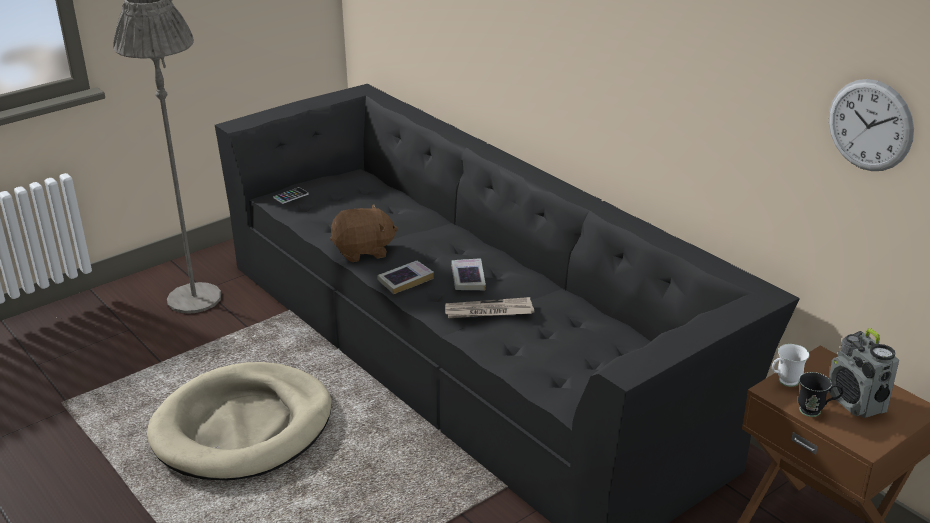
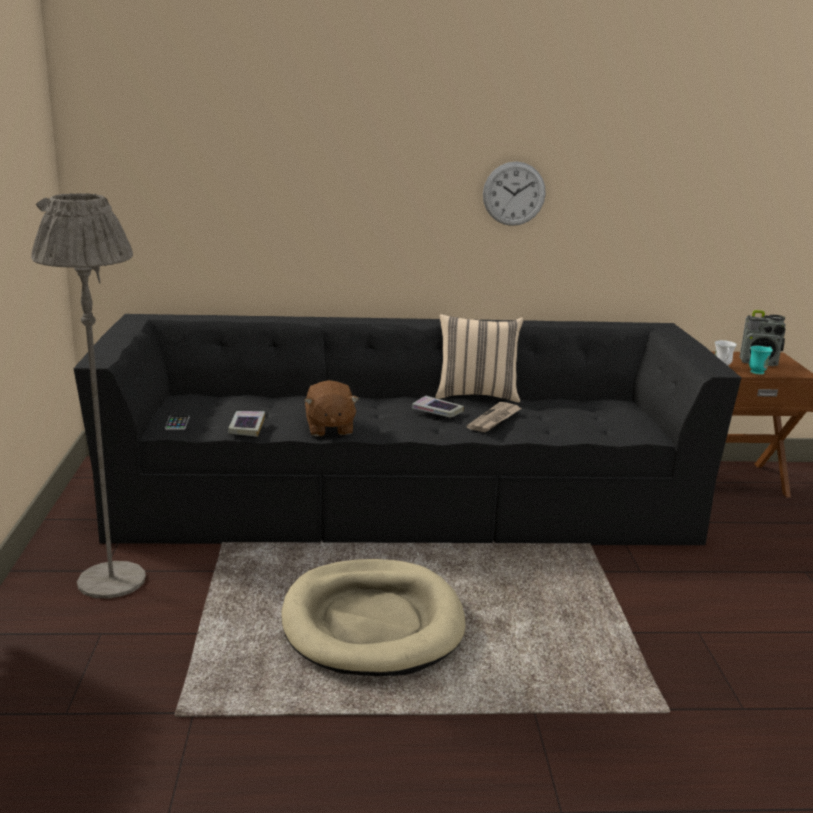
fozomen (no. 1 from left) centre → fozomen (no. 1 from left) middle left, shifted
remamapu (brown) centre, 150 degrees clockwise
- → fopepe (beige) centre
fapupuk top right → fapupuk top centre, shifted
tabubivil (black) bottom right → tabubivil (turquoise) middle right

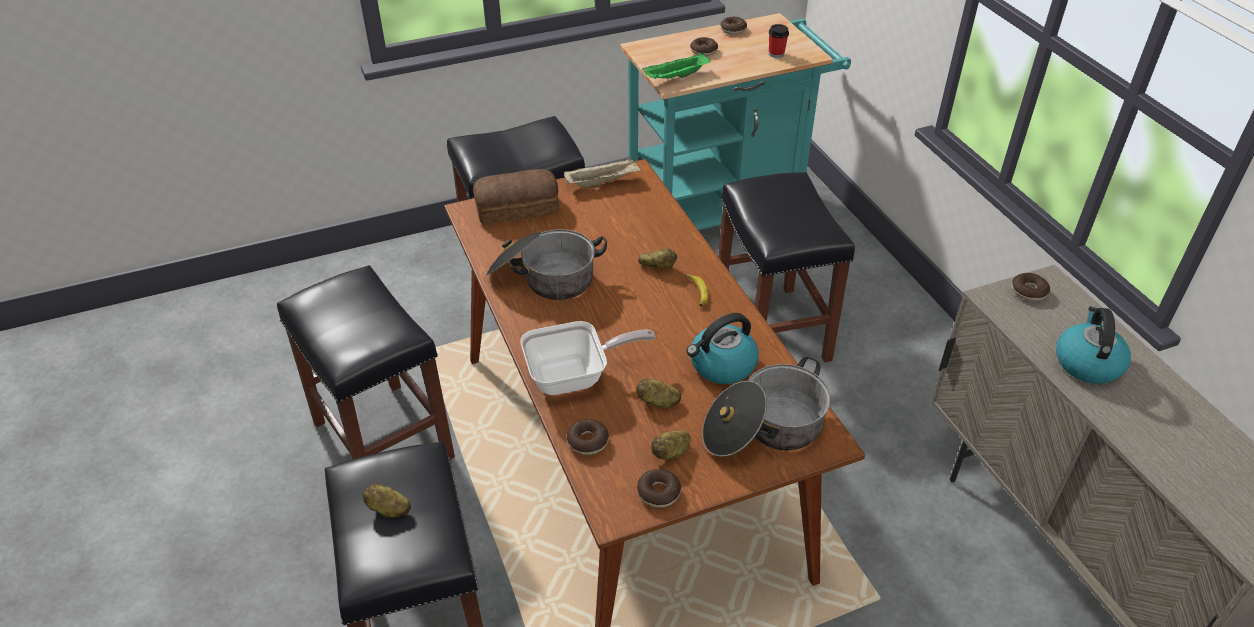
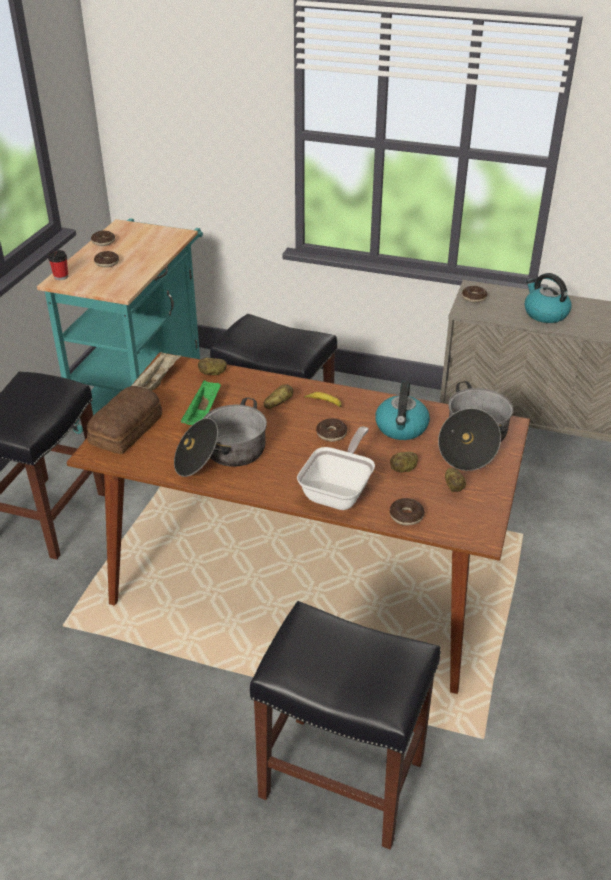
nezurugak top centre → nezurugak top left, shifted
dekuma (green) top centre → dekuma (green) middle left, shifted
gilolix (no. 1 from left) bottom left → gilolix (no. 1 from left) centre, shifted
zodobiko (no. 2 from left in the first image) bottom centre → zodobiko (no. 3 from left) centre, shifted
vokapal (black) (no. 1 from left) middle left → -

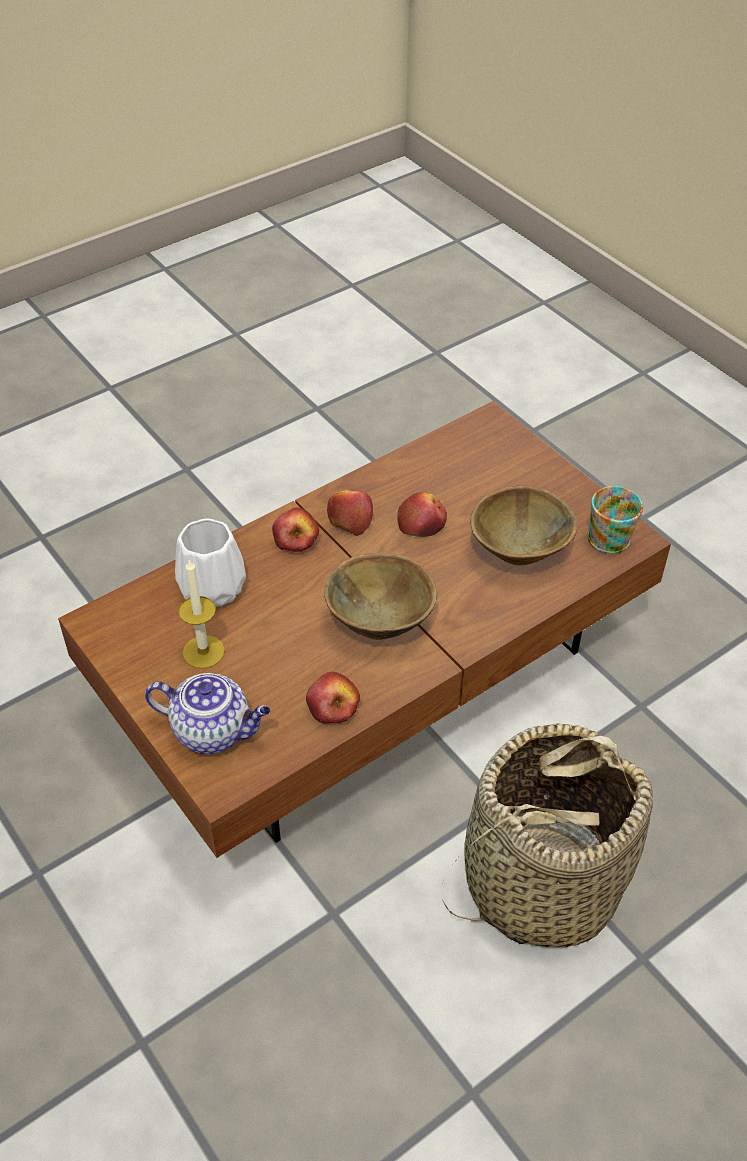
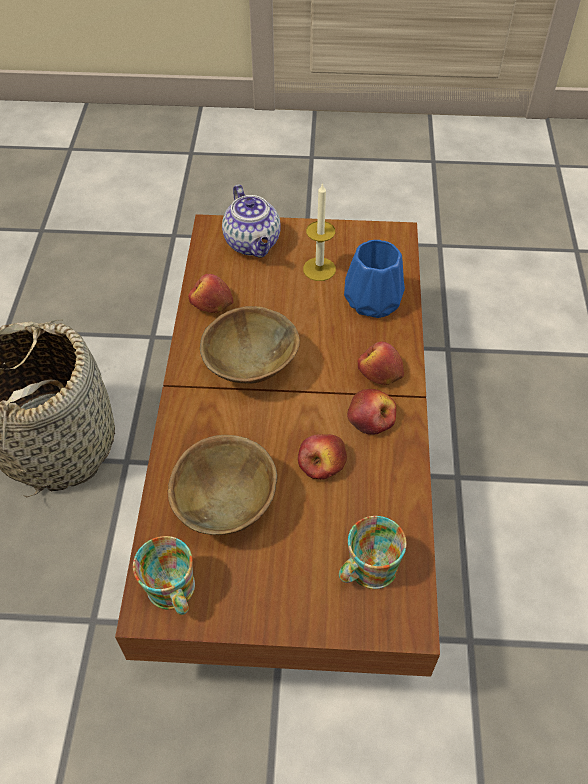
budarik middle left → budarik top centre, 75 degrees counterclockwise
- → tabubivil (no. 2 from left) bottom centre
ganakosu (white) middle left → ganakosu (blue) centre

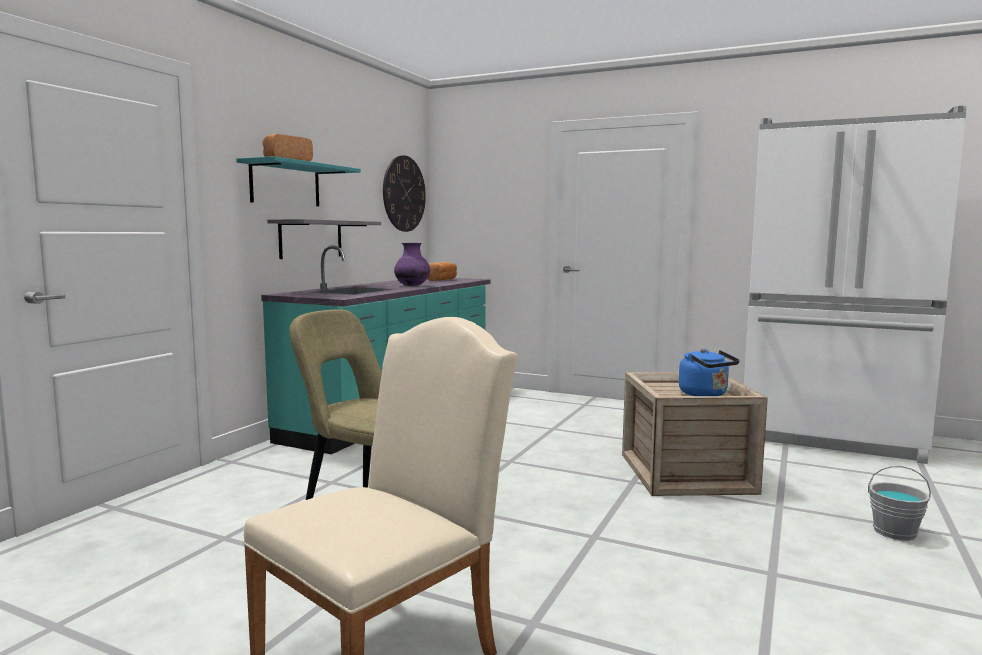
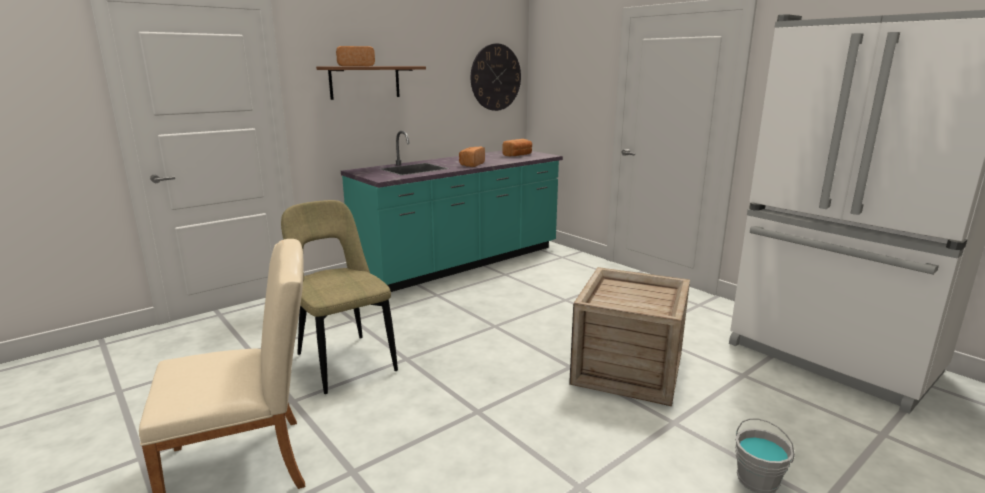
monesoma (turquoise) top left → monesoma (brown) top centre
ganakosu (purple) centre → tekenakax (no. 2 from left) top centre
monesoma (grey) middle left → -
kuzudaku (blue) middle right → -

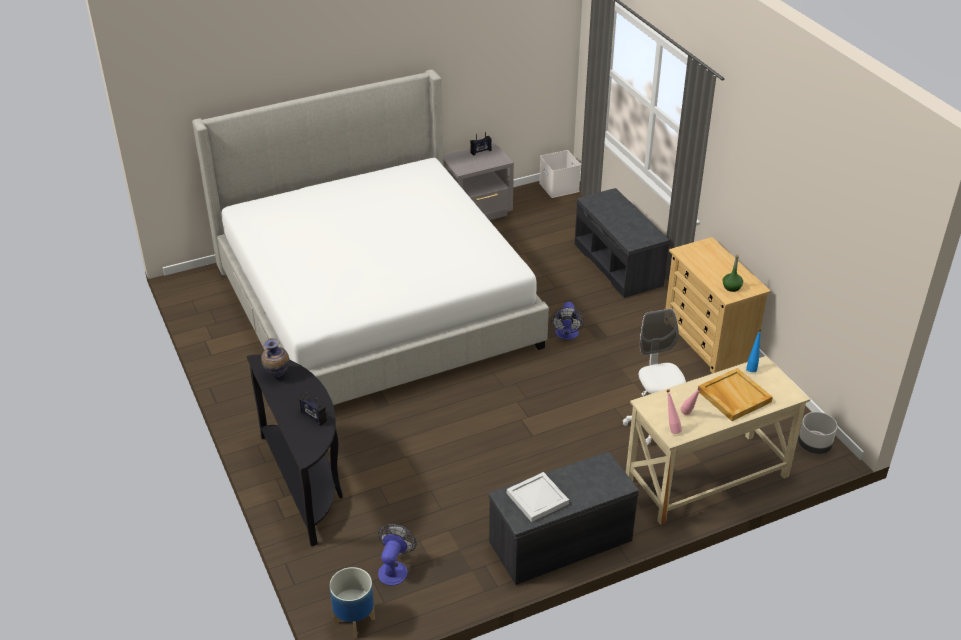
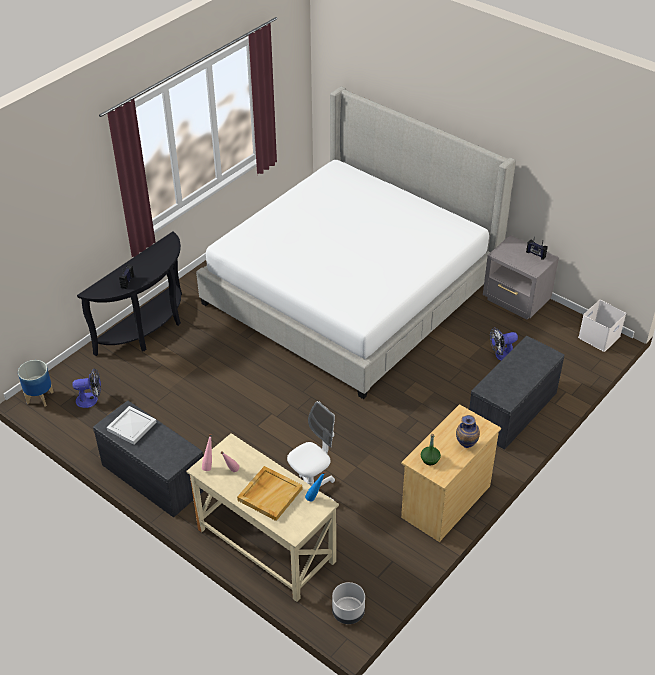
ganakosu middle left → ganakosu middle right, shifted
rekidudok (no. 2 from left) centre → rekidudok (no. 2 from left) middle right, shifted

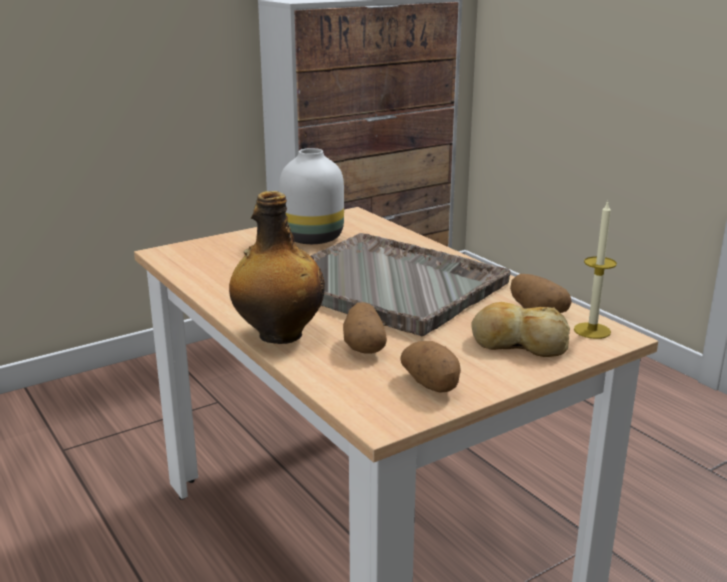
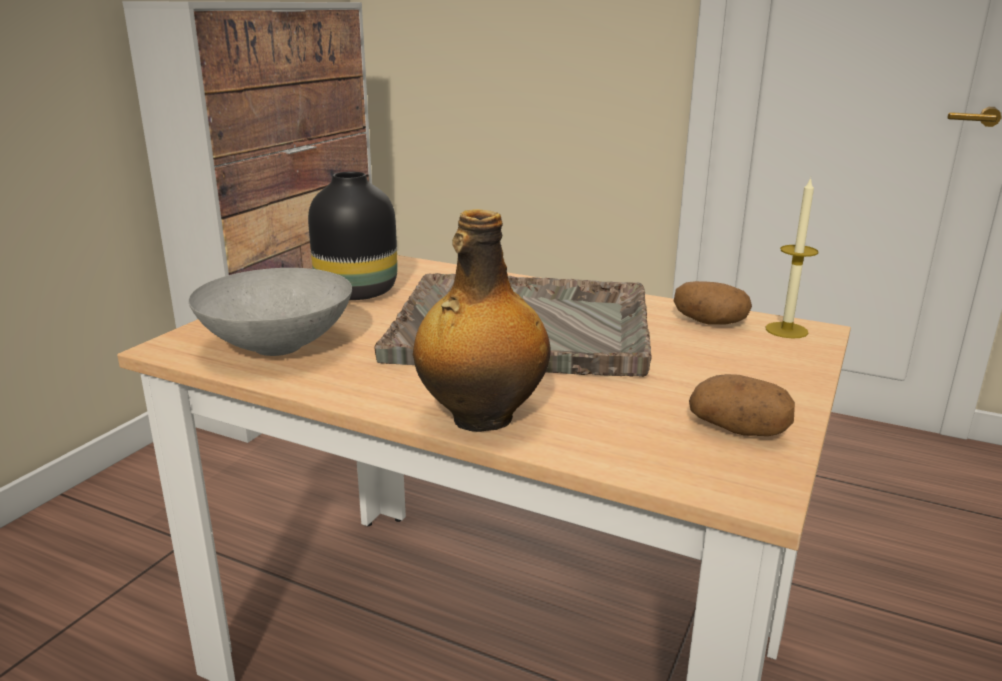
- → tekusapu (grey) middle left
ganakosu (white) centre → ganakosu (black) centre
gilolix (no. 1 from left) centre → -
tekenakax middle right → -

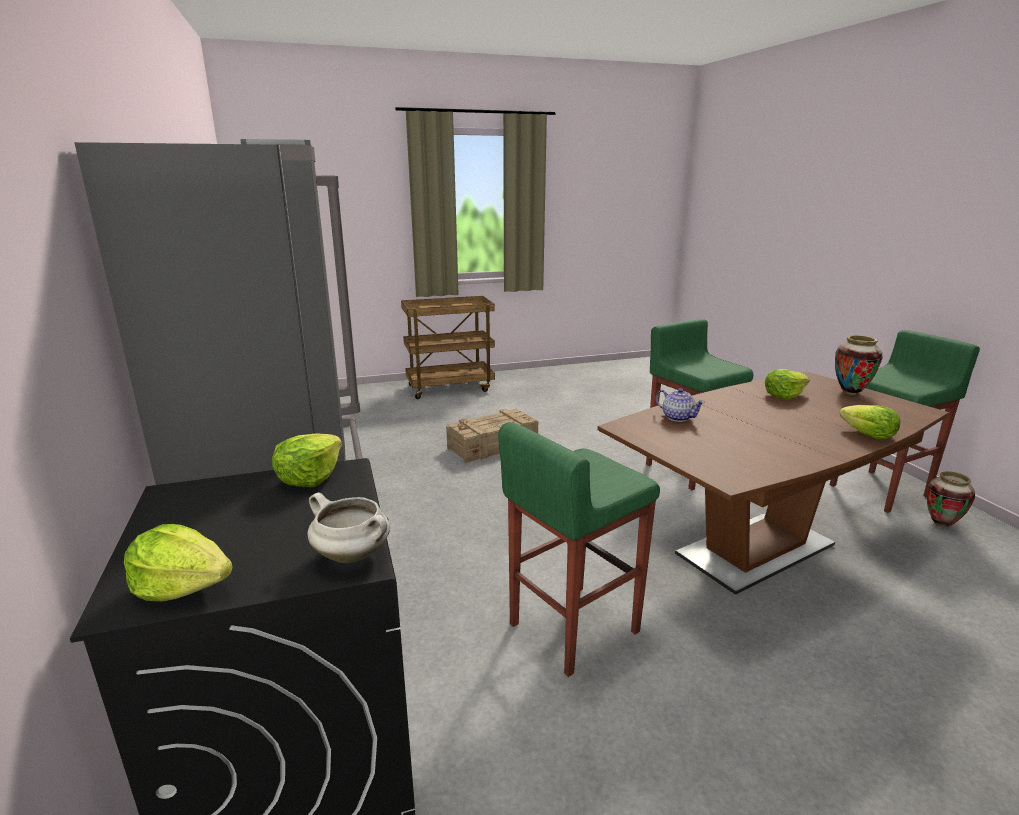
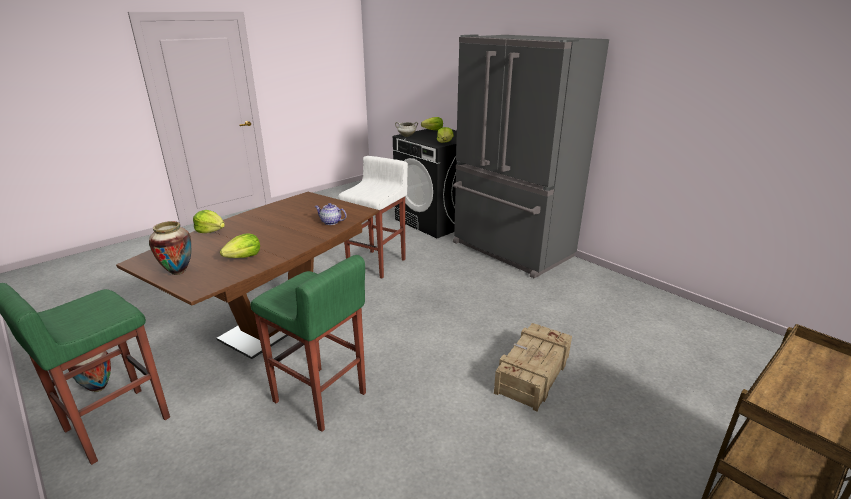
vokapal (green) (no. 1 from left) bottom centre → vokapal (white) centre

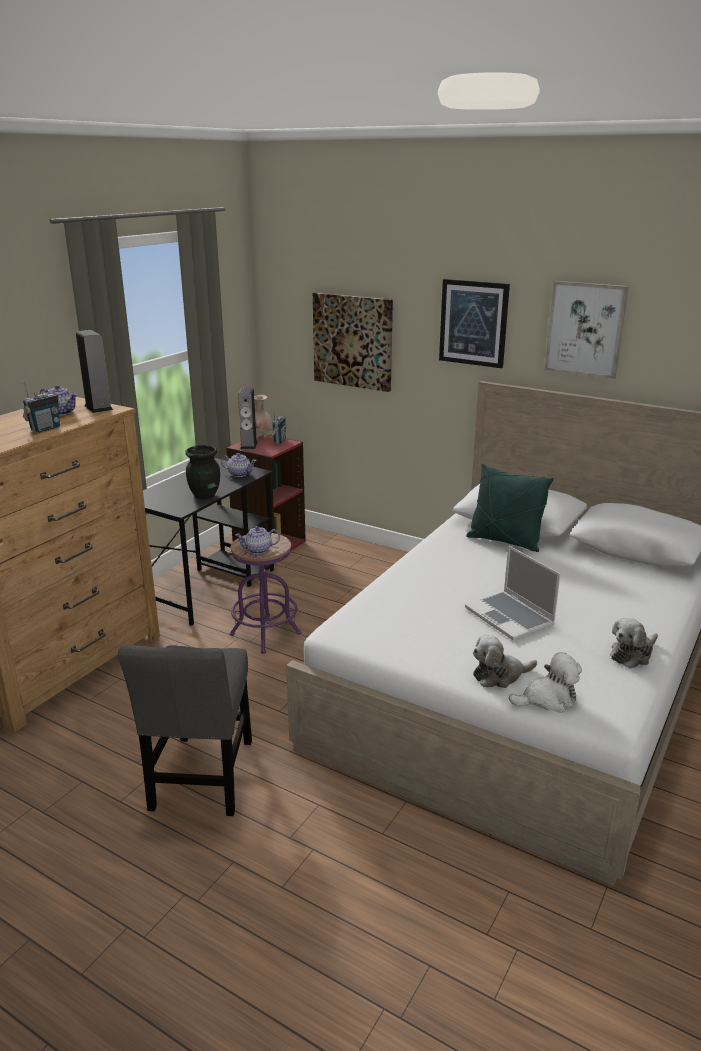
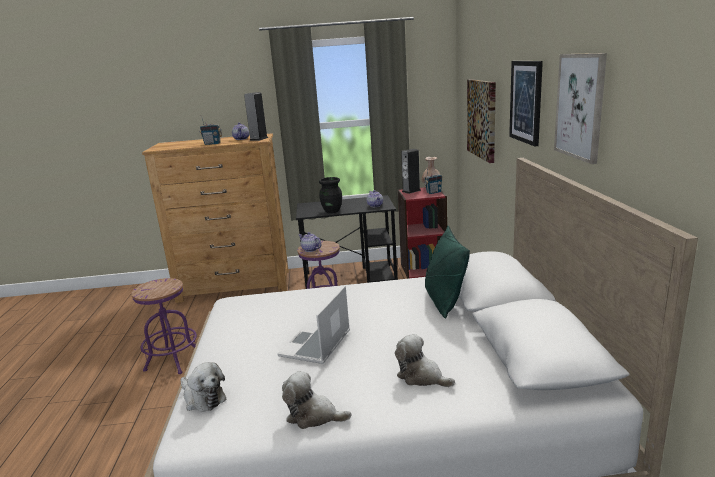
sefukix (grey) bottom left → vokapal (purple) (no. 1 from left) bottom left
remamapu (no. 1 from left in the first image) middle right → remamapu (no. 3 from left) bottom centre, shifted

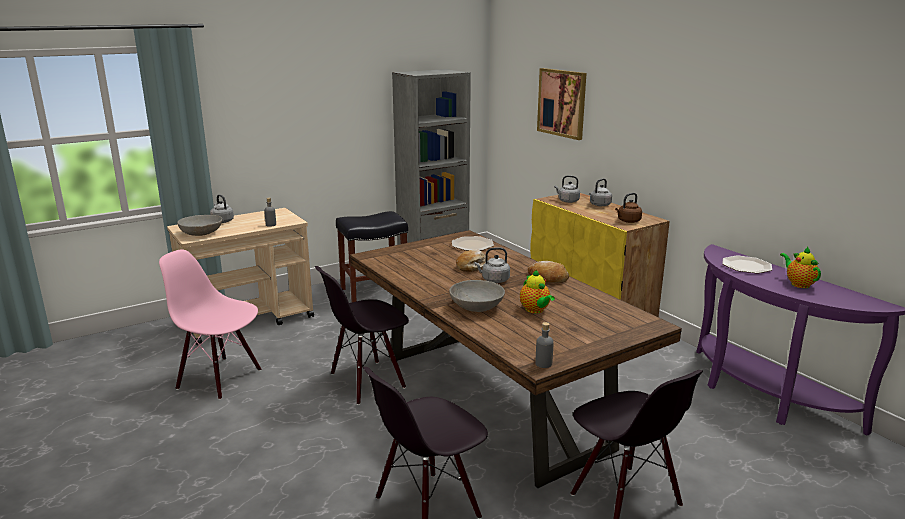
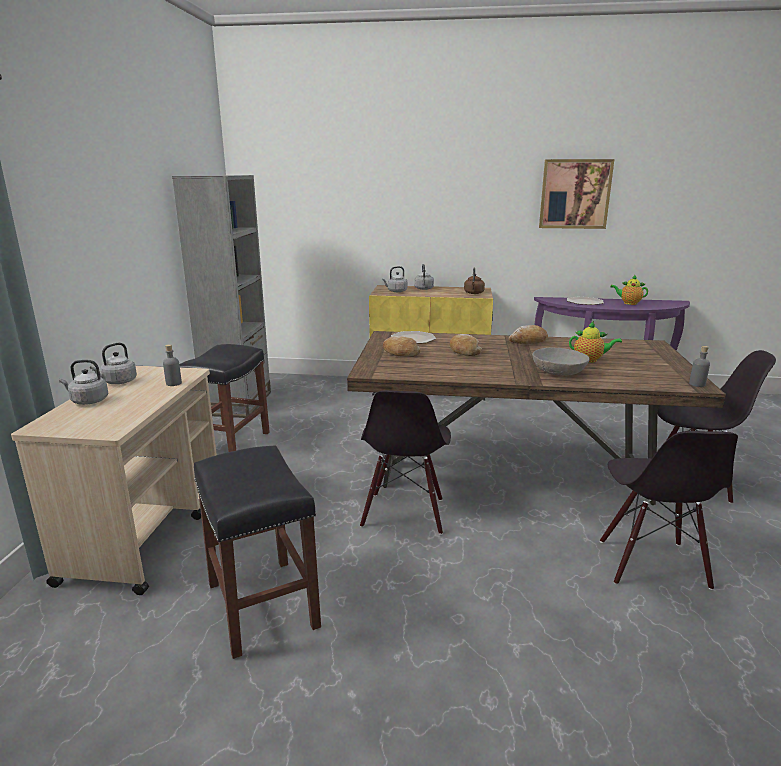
kuzudaku (grey) (no. 2 from left) centre → kuzudaku (grey) (no. 2 from left) middle left, shifted
sefukix (pink) middle left → vokapal (black) (no. 2 from left) bottom left
- → tekenakax (no. 1 from left) centre
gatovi top centre → gatovi top right, shifted
tekusapu (grey) (no. 1 from left) middle left → -

